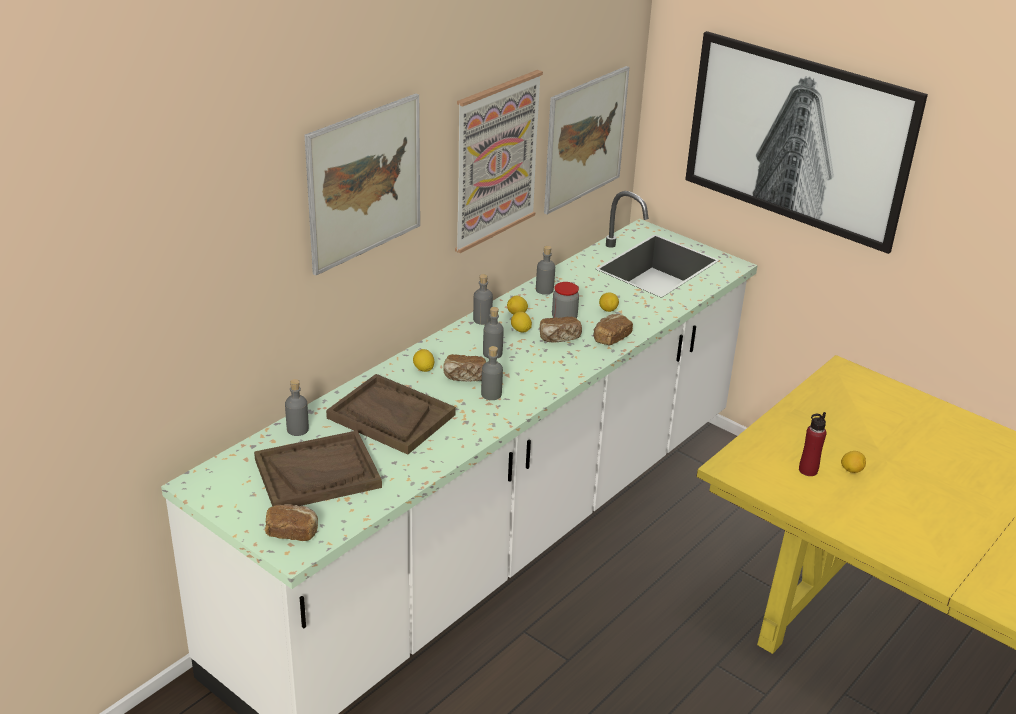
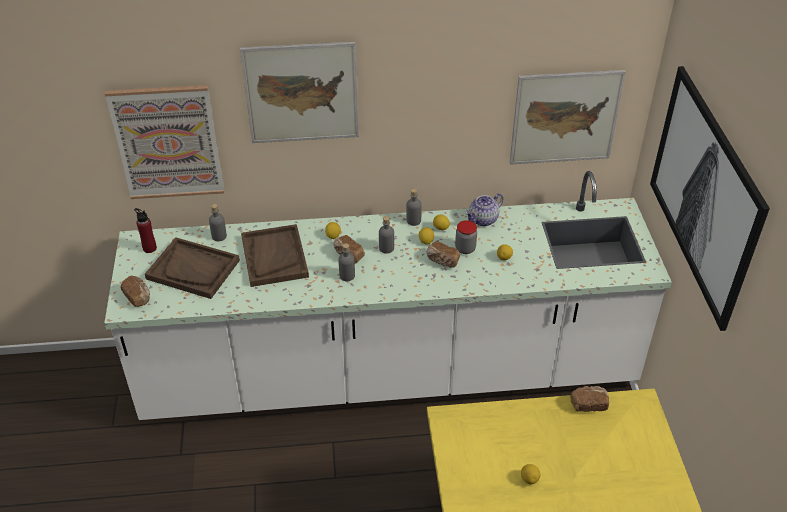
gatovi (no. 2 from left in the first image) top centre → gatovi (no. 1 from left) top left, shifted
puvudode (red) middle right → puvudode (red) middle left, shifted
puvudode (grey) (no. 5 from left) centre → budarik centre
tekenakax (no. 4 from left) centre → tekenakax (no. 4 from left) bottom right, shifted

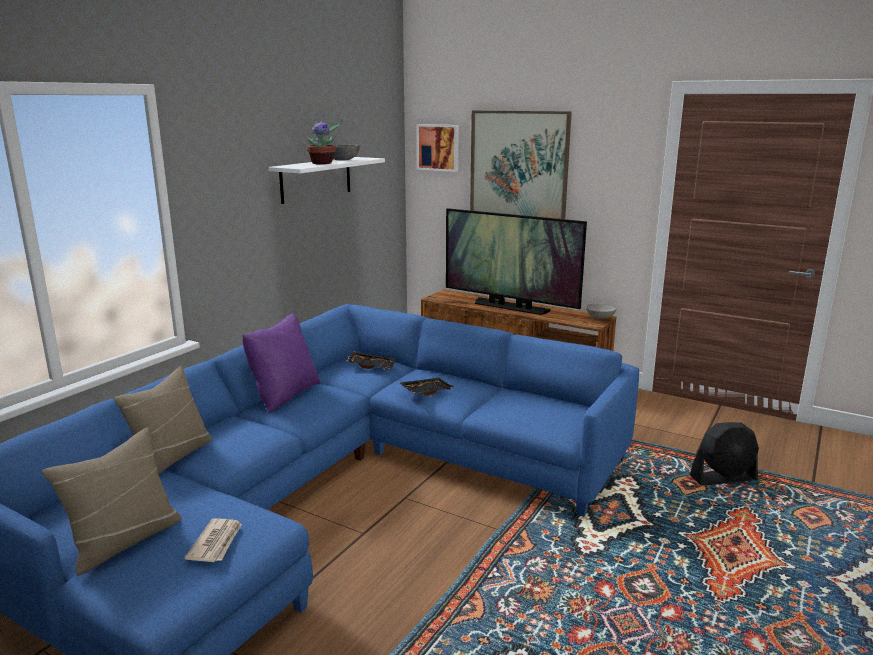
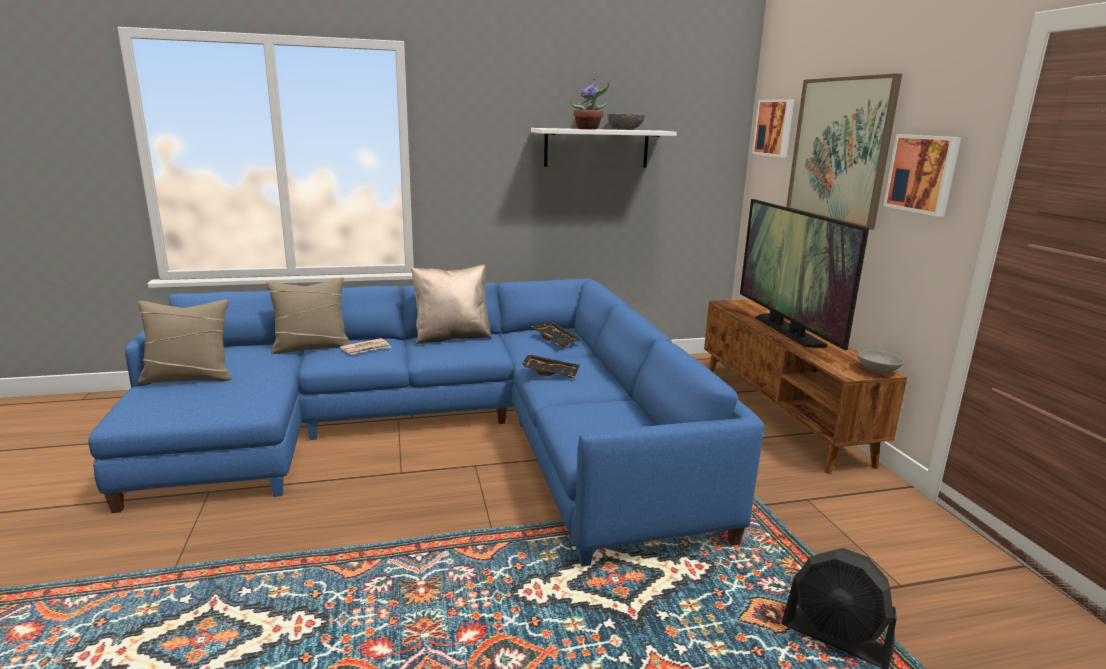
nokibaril bottom left → nokibaril middle left, shifted
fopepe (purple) middle left → fopepe (beige) (no. 3 from left) centre
- → gatovi (no. 3 from left) top right

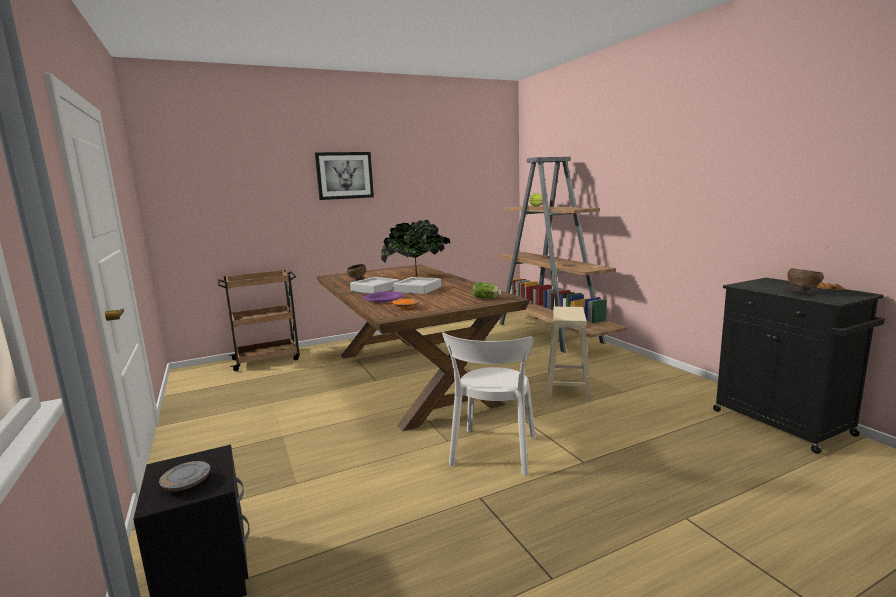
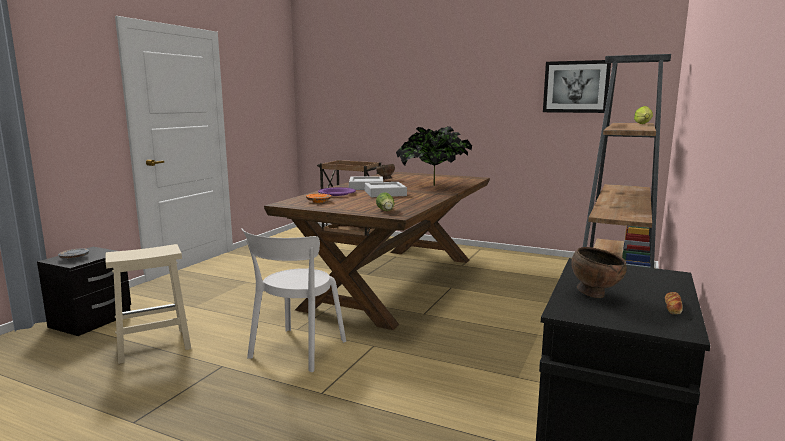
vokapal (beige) centre → vokapal (beige) bottom left, shifted
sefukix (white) bottom centre, 45 degrees counterclockwise
gatovi top centre → gatovi top right, shifted

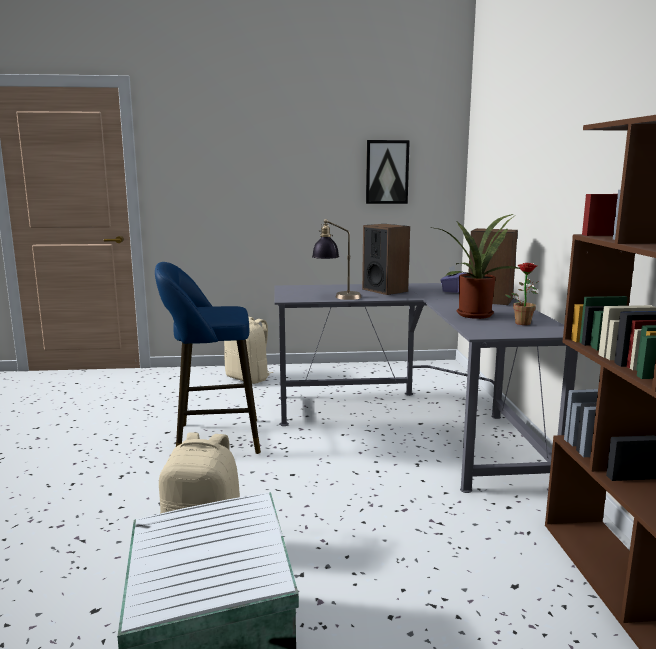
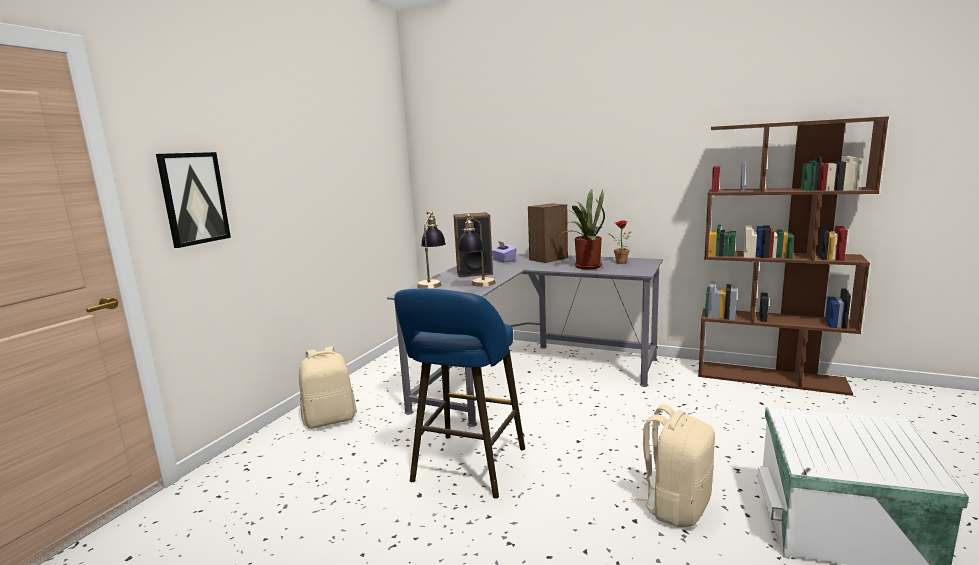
gatovi top centre → gatovi middle left, shifted
- → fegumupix (no. 1 from left) centre

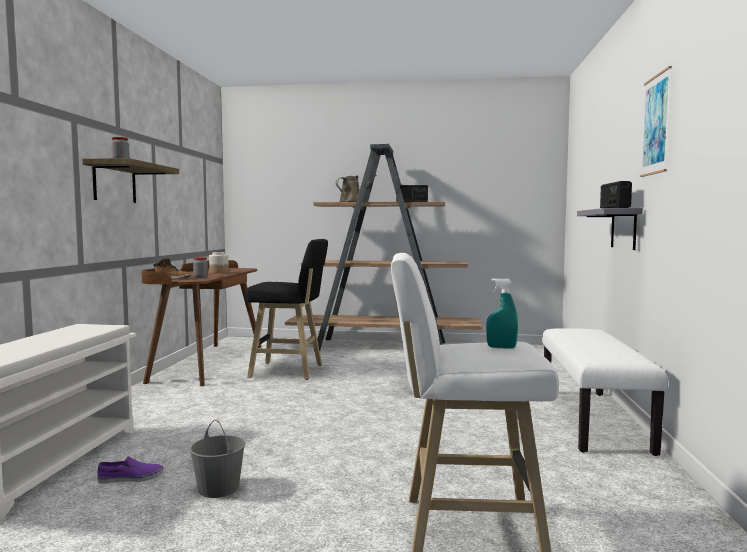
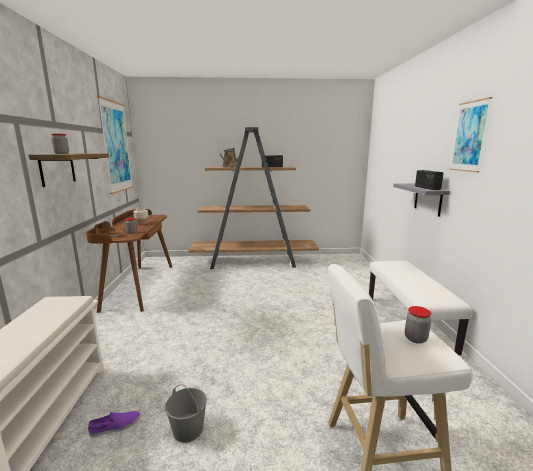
- → gatovi (no. 1 from left) top left
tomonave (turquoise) middle right → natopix (no. 4 from left) bottom right
vokapal (black) centre → -

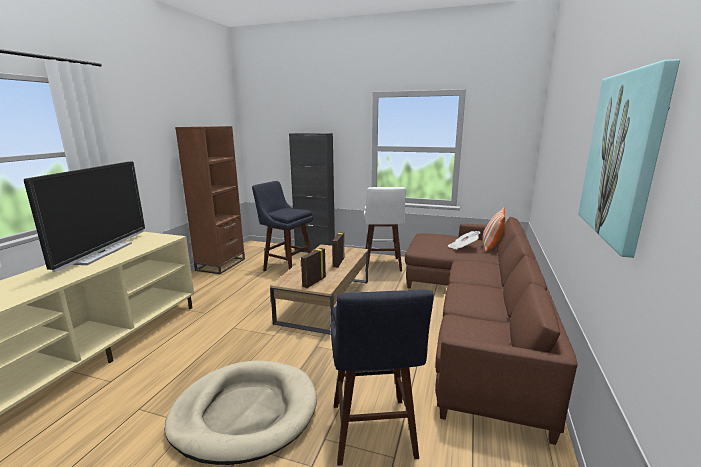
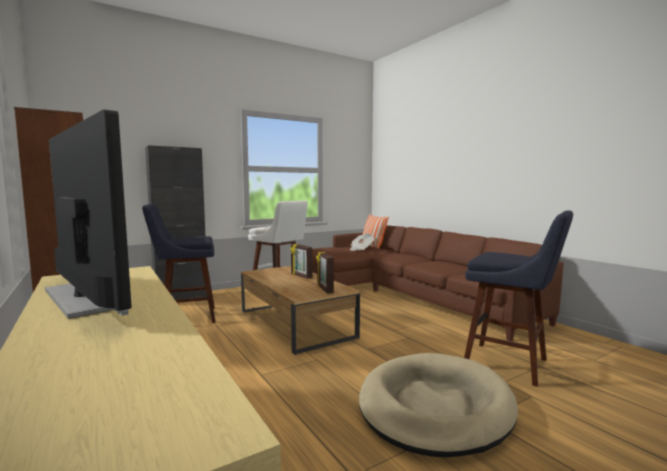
gatovi middle right → -

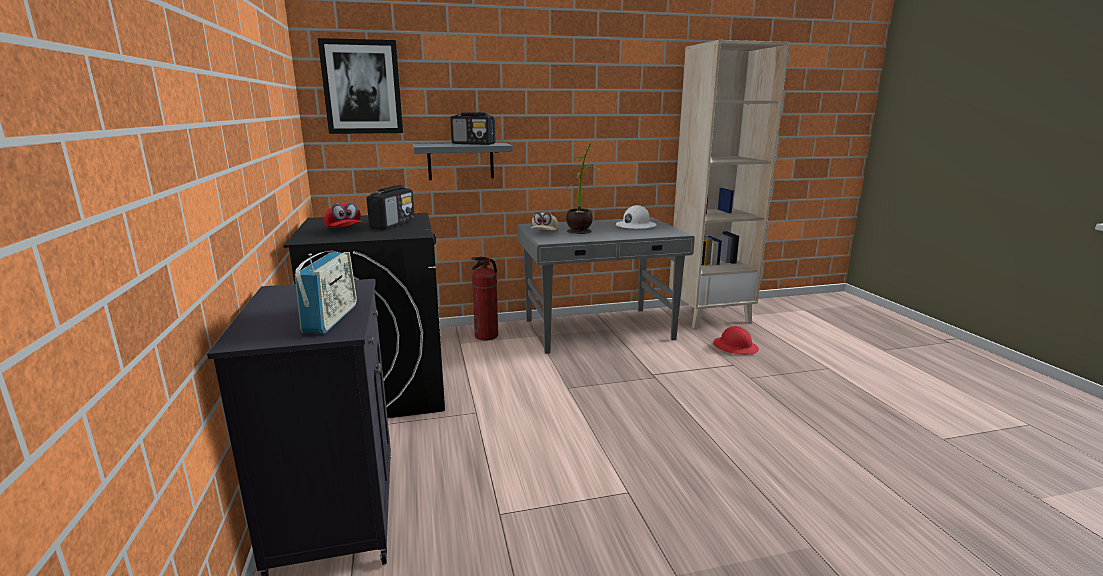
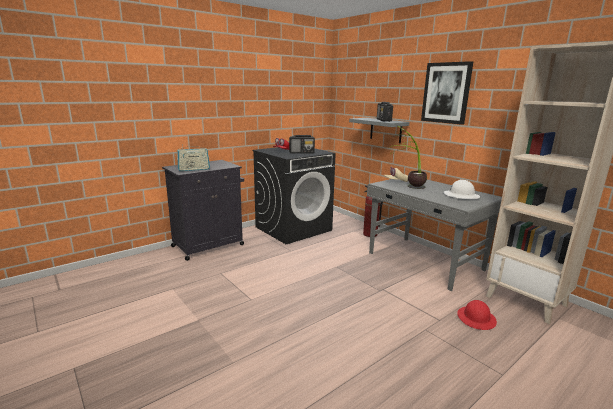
gatovi top left → gatovi top right, shifted

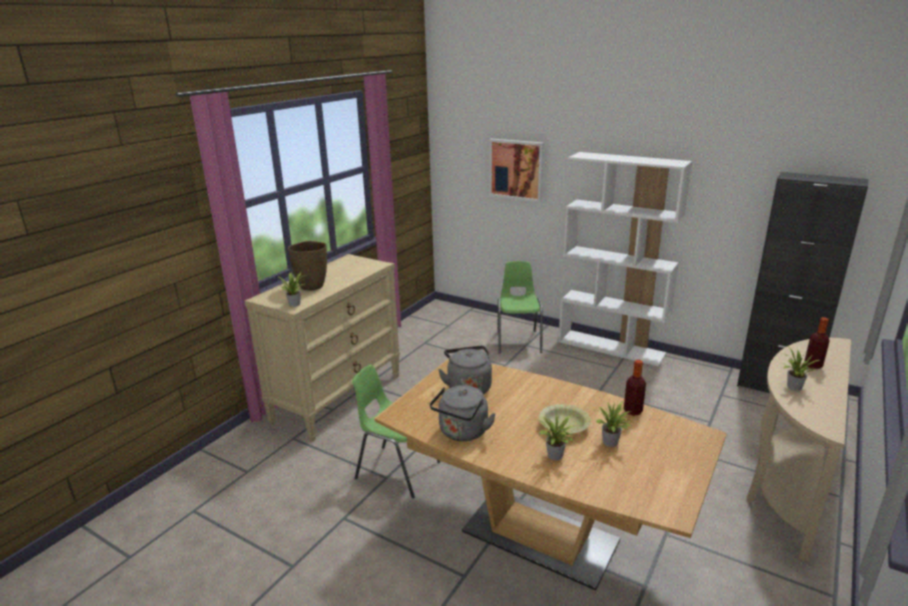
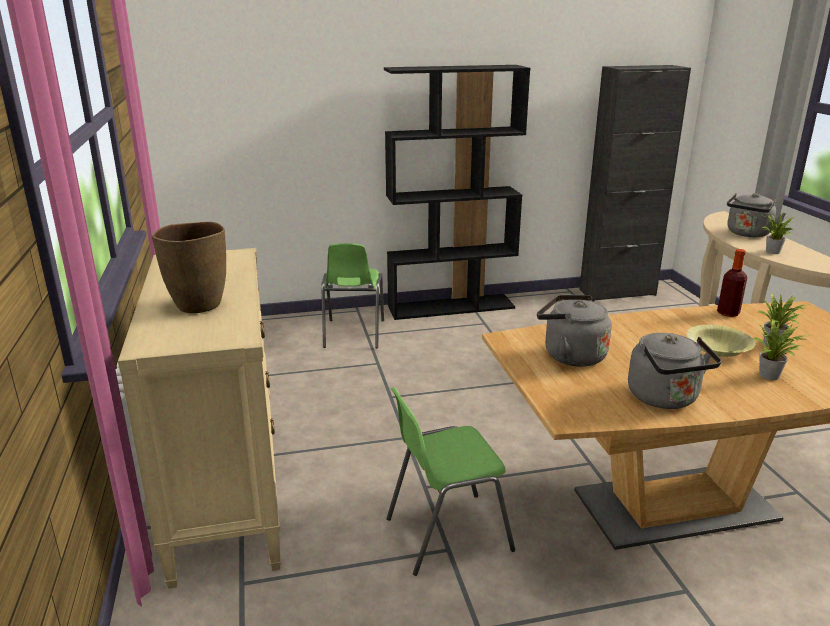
sefukix (green) (no. 2 from left in the first image) centre → sefukix (green) (no. 1 from left) centre, 135 degrees counterclockwise
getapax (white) middle right → getapax (black) top centre
puvudode (no. 2 from left) middle right → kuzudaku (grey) (no. 3 from left) middle right
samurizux (no. 1 from left) middle left → -
gatovi top centre → -

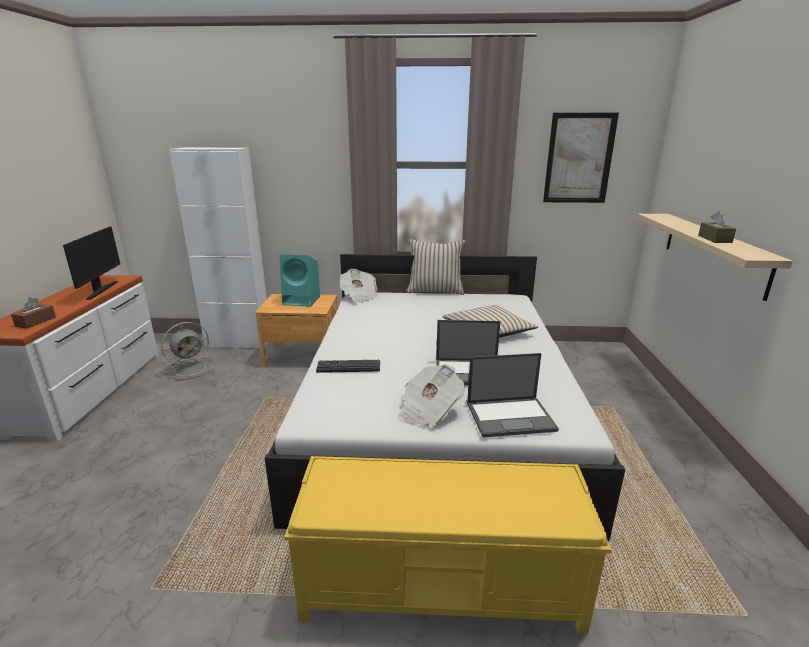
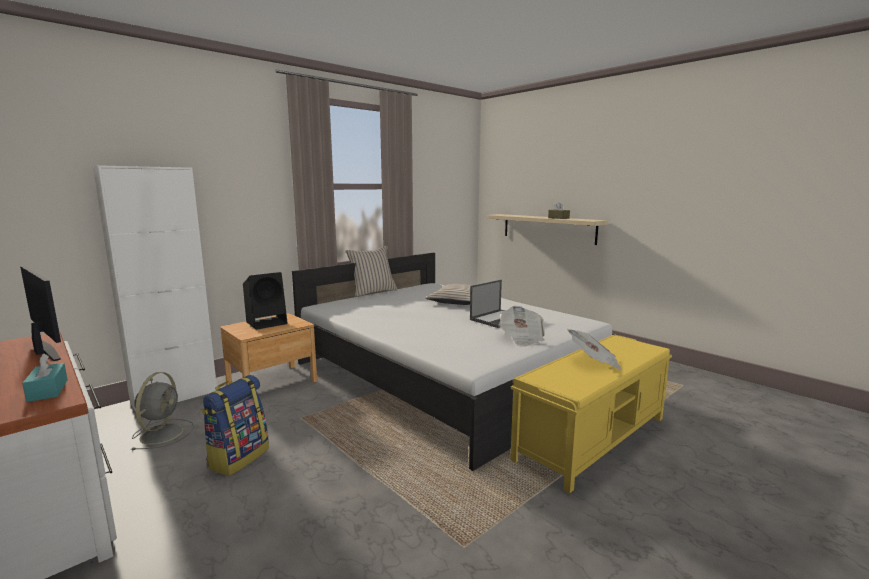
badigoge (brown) (no. 1 from left) middle left → badigoge (turquoise) middle left
- → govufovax bottom left
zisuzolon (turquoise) centre → zisuzolon (black) middle left
nokibaril (no. 1 from left in the first image) centre → nokibaril (no. 2 from left) middle right, shifted
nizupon centre → -
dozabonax (no. 2 from left) centre → -
gatovi top right → -

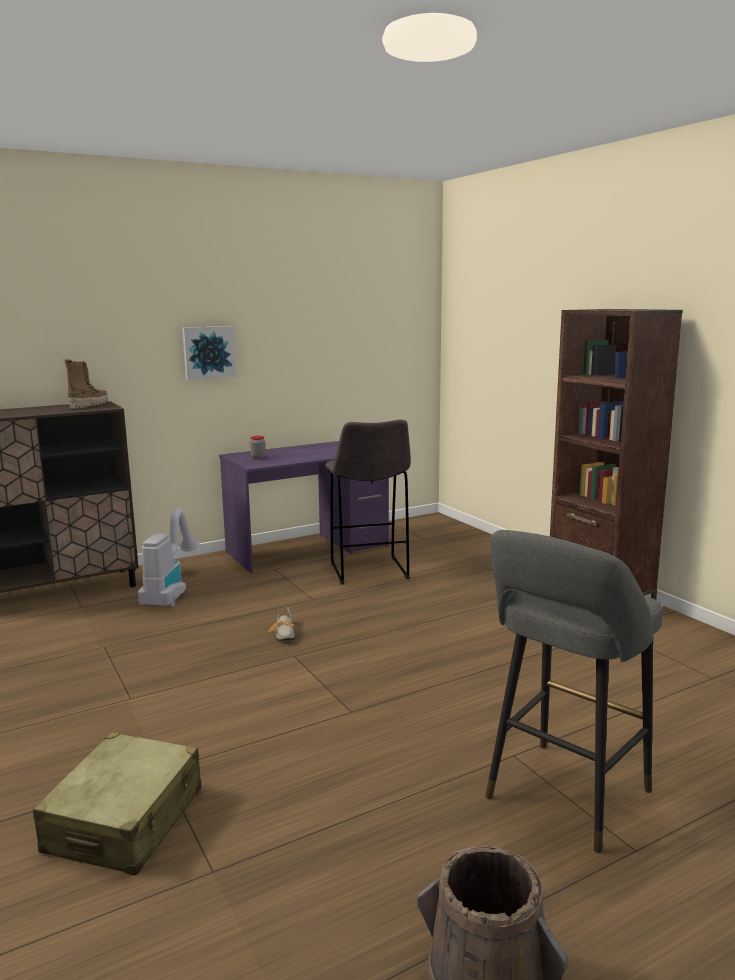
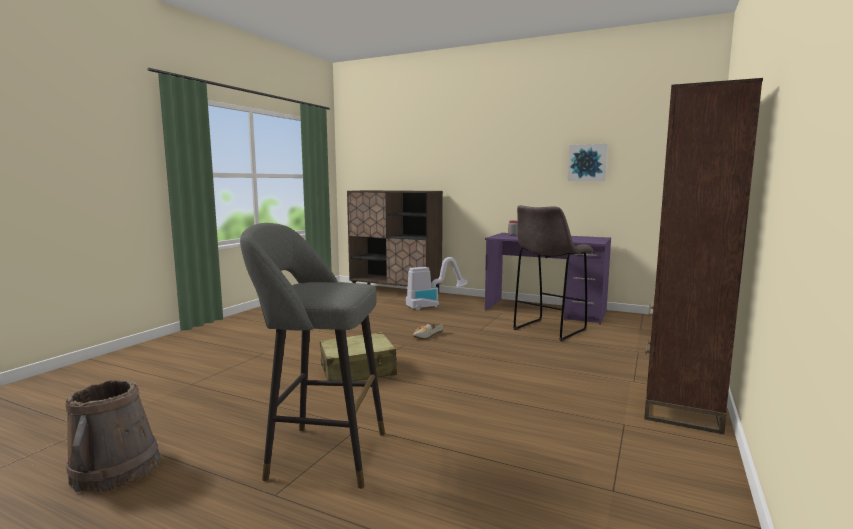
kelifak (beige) bottom left → kelifak (beige) bottom centre, shifted
gatovi middle left → gatovi top right, shifted
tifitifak middle left → -

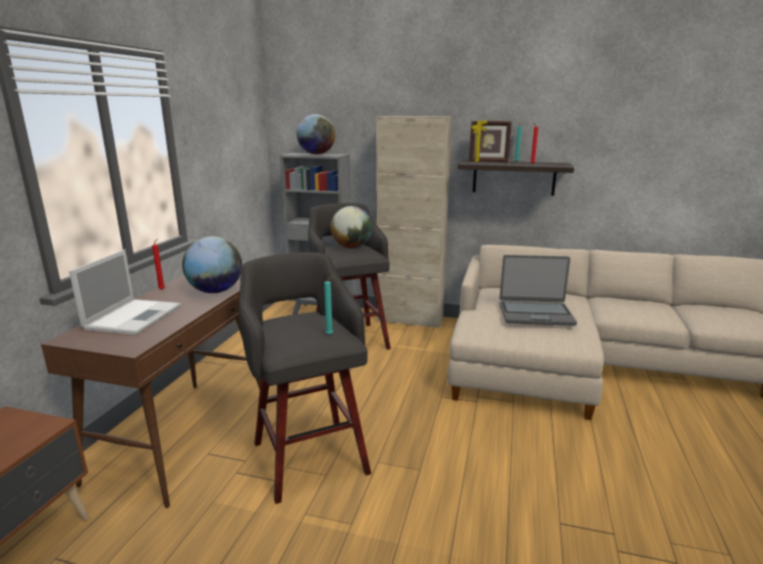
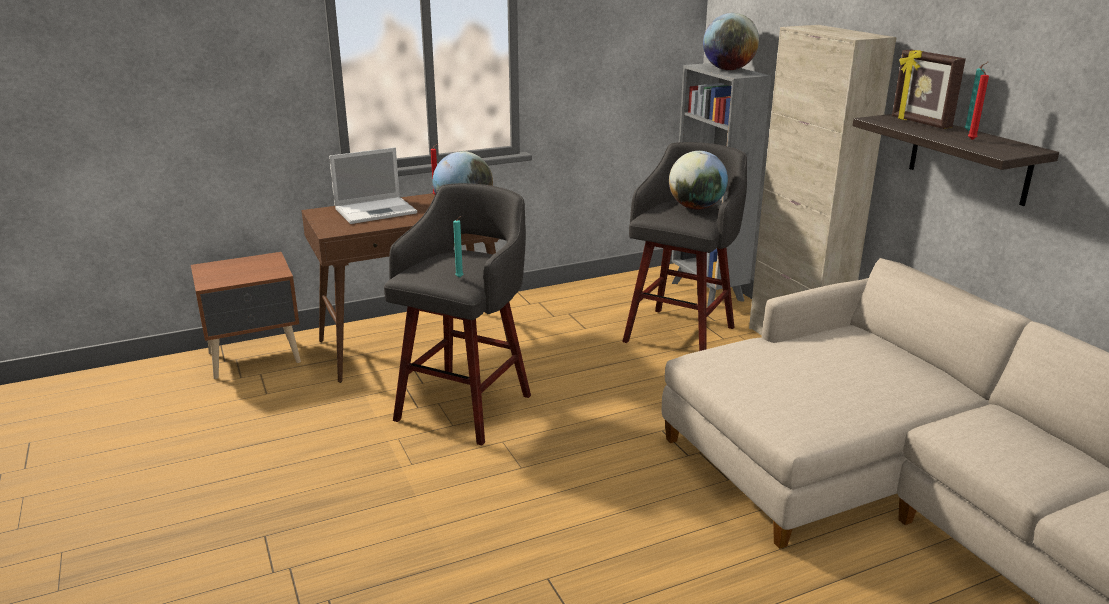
dozabonax (no. 2 from left) middle right → -

